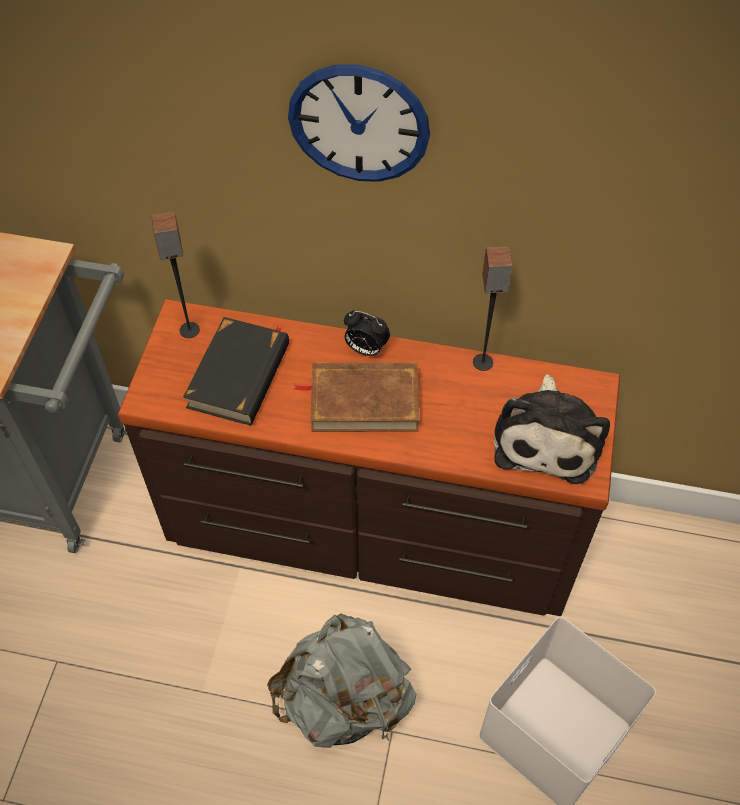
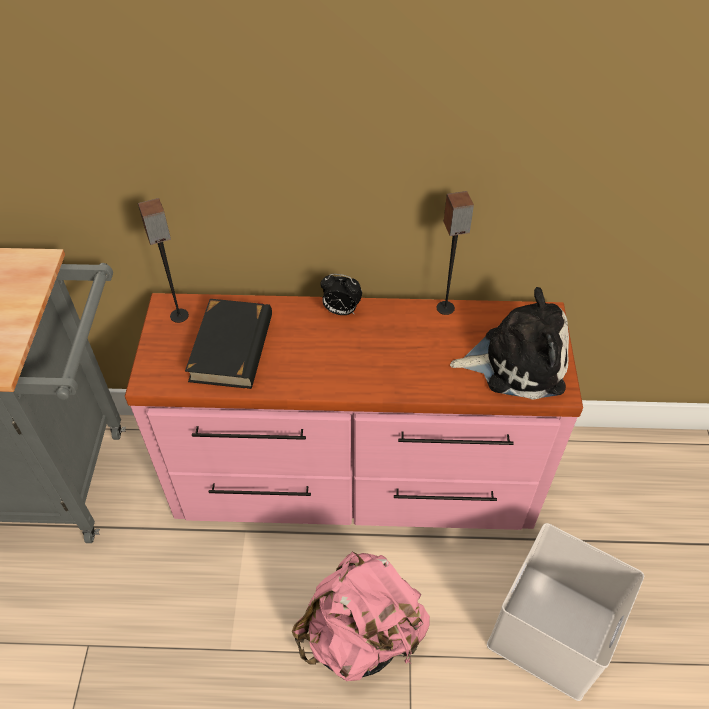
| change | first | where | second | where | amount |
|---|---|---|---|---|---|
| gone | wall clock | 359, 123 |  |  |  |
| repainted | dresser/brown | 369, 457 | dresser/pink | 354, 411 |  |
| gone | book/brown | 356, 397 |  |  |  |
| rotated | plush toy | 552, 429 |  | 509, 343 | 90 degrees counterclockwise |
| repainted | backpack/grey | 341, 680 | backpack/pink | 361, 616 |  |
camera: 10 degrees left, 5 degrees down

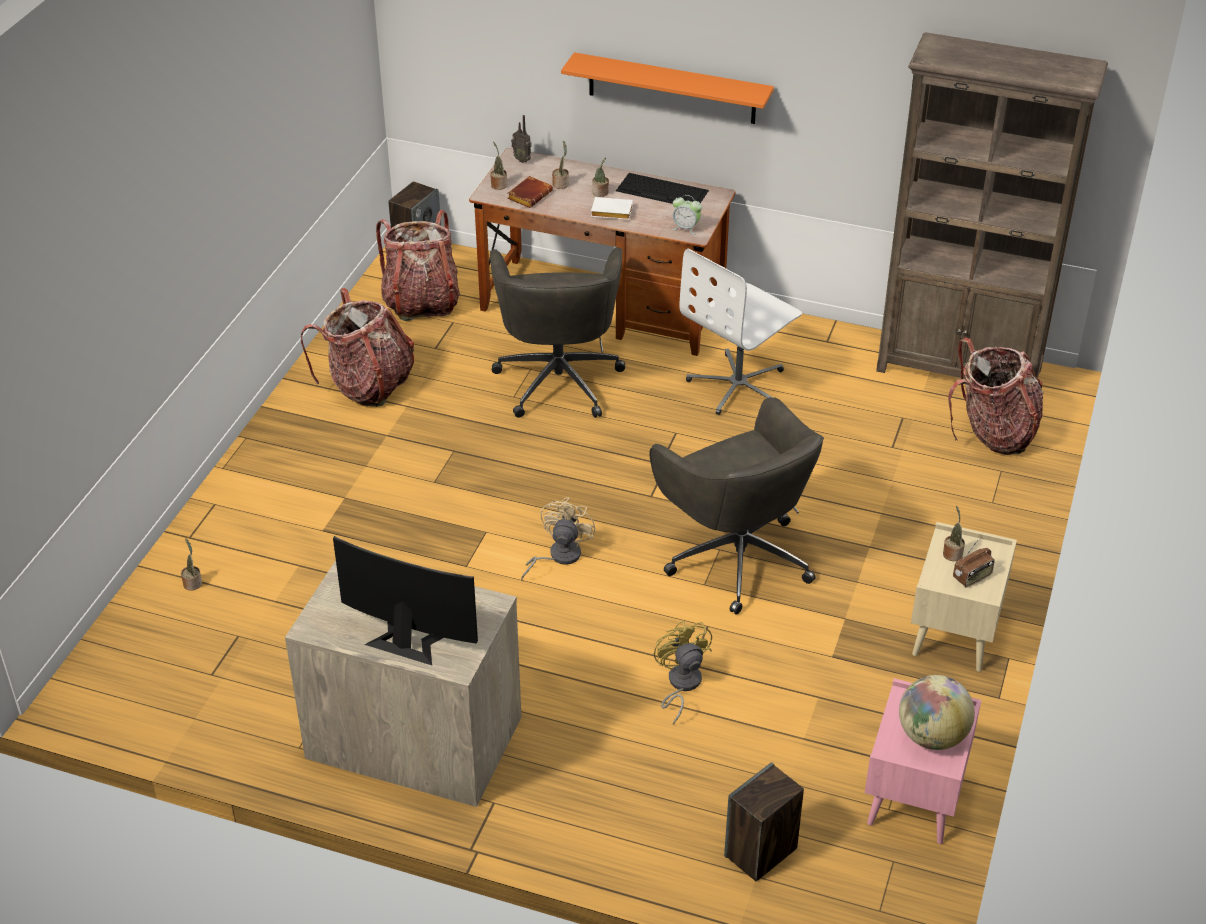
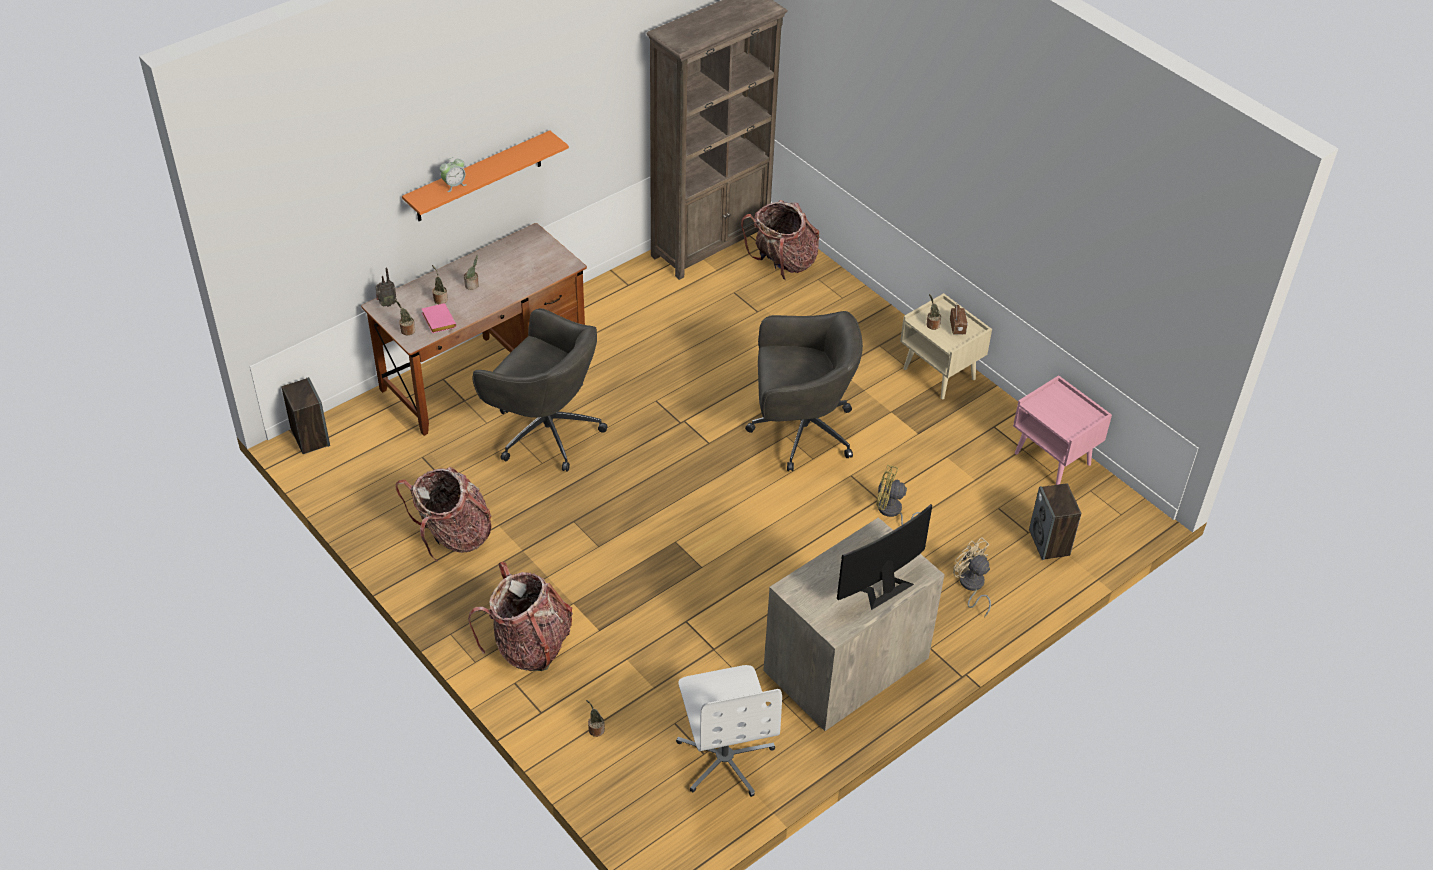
| change | first | where | second | where | amount |
|---|---|---|---|---|---|
| gone | keyboard | 662, 188 |  |  |  |
| repainted | book/brown | 530, 192 | book/pink | 439, 318 |  |
| shifted | alarm clock | 687, 215 |  | 453, 174 |  |
| gone | book/white | 612, 208 |  |  |  |
| shifted | backpack | 418, 265 |  | 520, 616 |  |
| shifted | office chair/white | 740, 332 |  | 729, 731 |  |
| shifted | fan/beige | 558, 538 |  | 972, 577 |  |
| gone | globe | 937, 712 |  |  |  |
camera: 60 degrees left, 5 degrees up

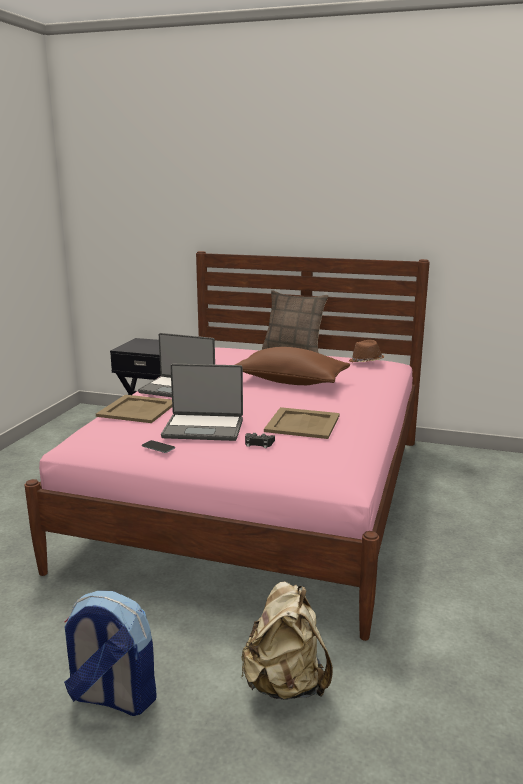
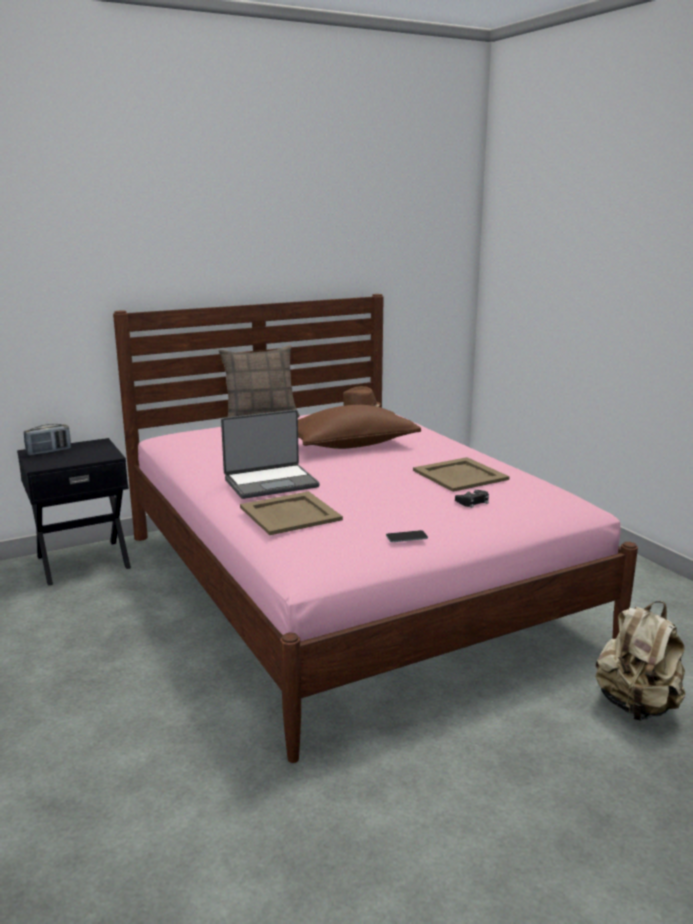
| change | first | where | second | where | amount |
|---|---|---|---|---|---|
| gone | laptop | 202, 402 |  |  |  |
| gone | backpack | 110, 653 |  |  |  |
| new |  |  | radio | 47, 440 |  |
camera: 45 degrees left, 0 degrees up

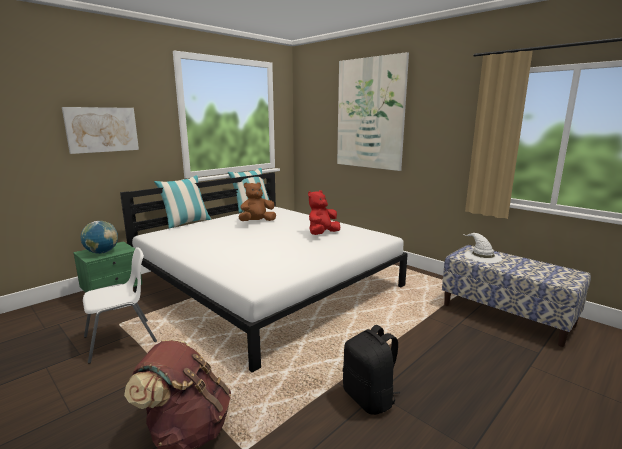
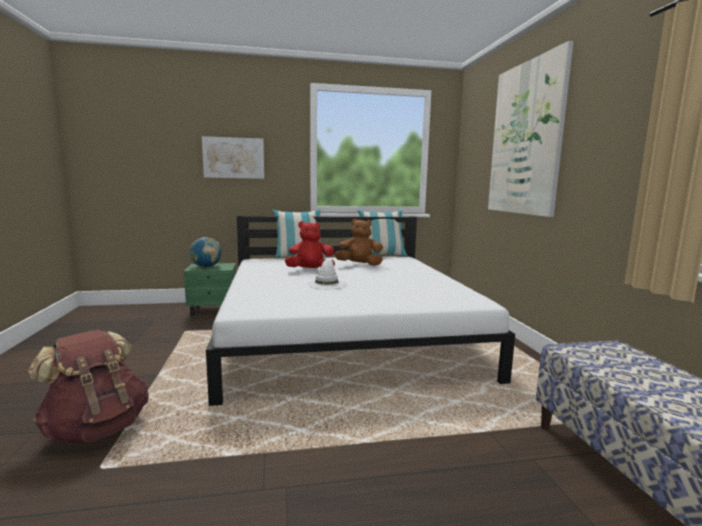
| change | first | where | second | where | amount |
|---|---|---|---|---|---|
| shifted | plush toy/red | 324, 212 |  | 310, 244 |  |
| shifted | hat/white | 483, 248 |  | 327, 274 |  |
| gone | chair/white | 120, 305 |  |  |  |
| gone | backpack/black | 371, 370 |  |  |  |
camera: 35 degrees right, 5 degrees down

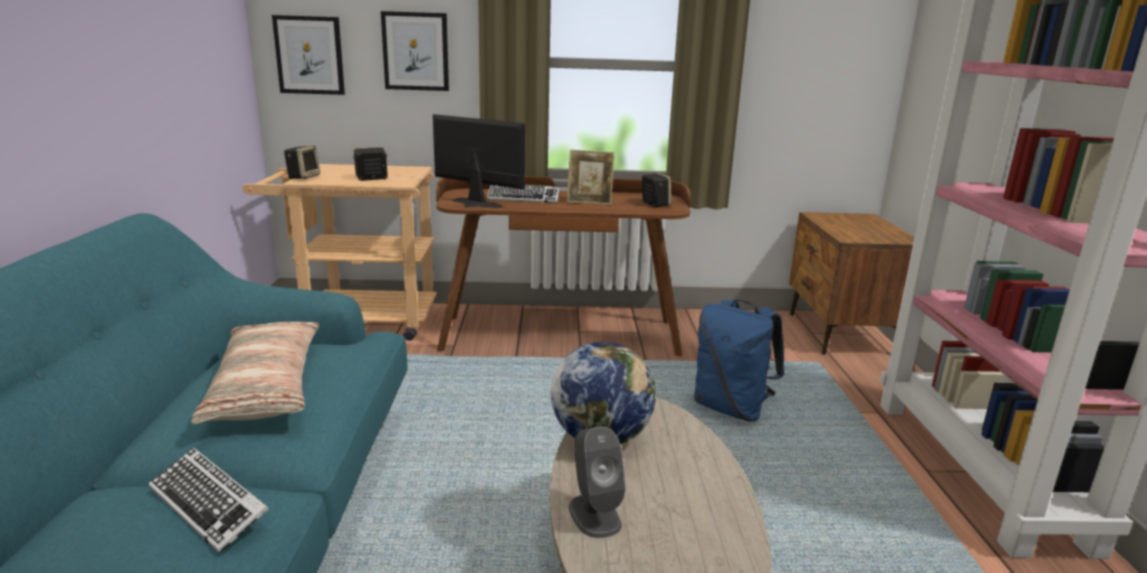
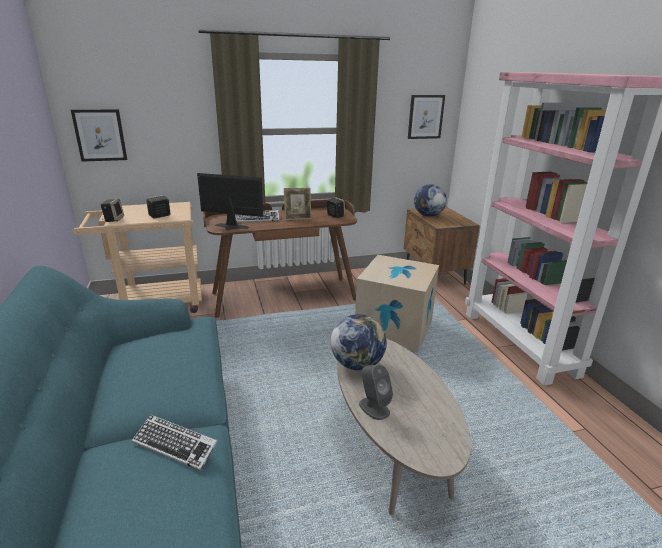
| change | first | where | second | where | amount |
|---|---|---|---|---|---|
| shifted | picture | 415, 51 |  | 426, 117 |  |
| swapped | backpack/blue | 739, 360 | cardboard box | 397, 303 |  |
| gone | pillow | 255, 373 |  |  |  |
| new |  |  | globe | 430, 200 |  |
camera: 15 degrees left, 5 degrees up

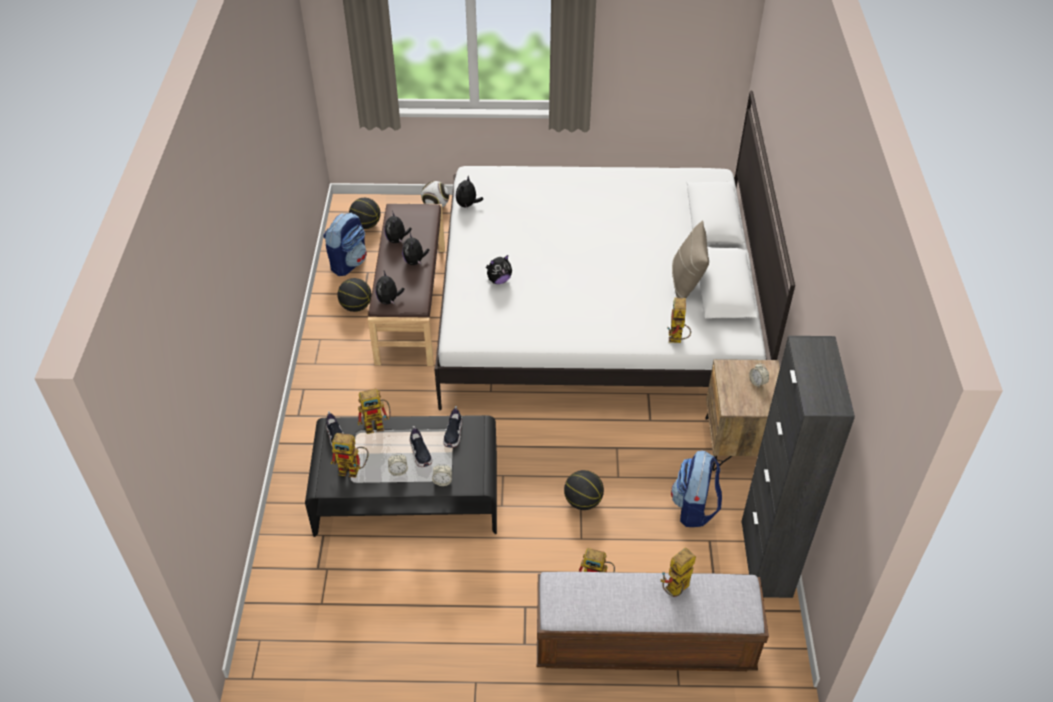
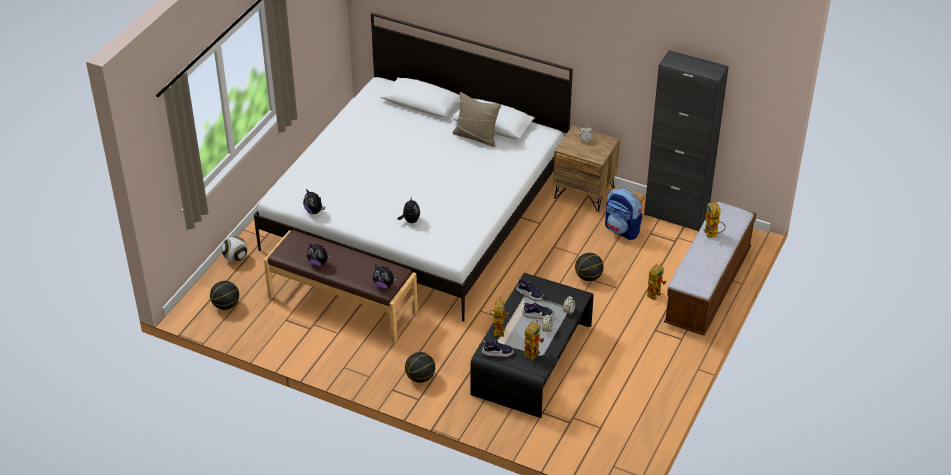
| change | first | where | second | where | amount |
|---|---|---|---|---|---|
| gone | backpack | 345, 244 |  |  |  |
| gone | plush toy | 415, 249 |  |  |  |
| shifted | basketball | 355, 295 |  | 420, 367 |  |
| gone | toy robot | 679, 320 |  |  |  |
camera: 65 degrees left, 5 degrees down

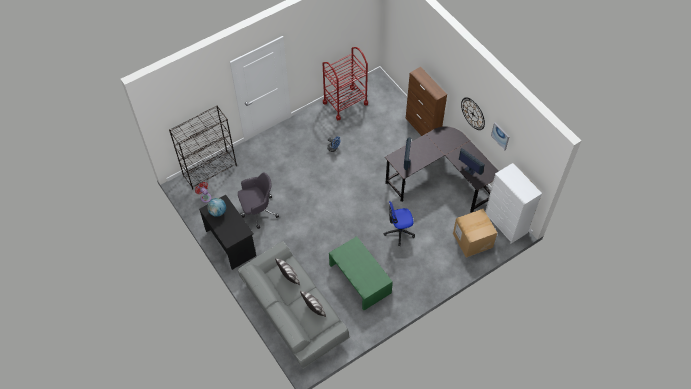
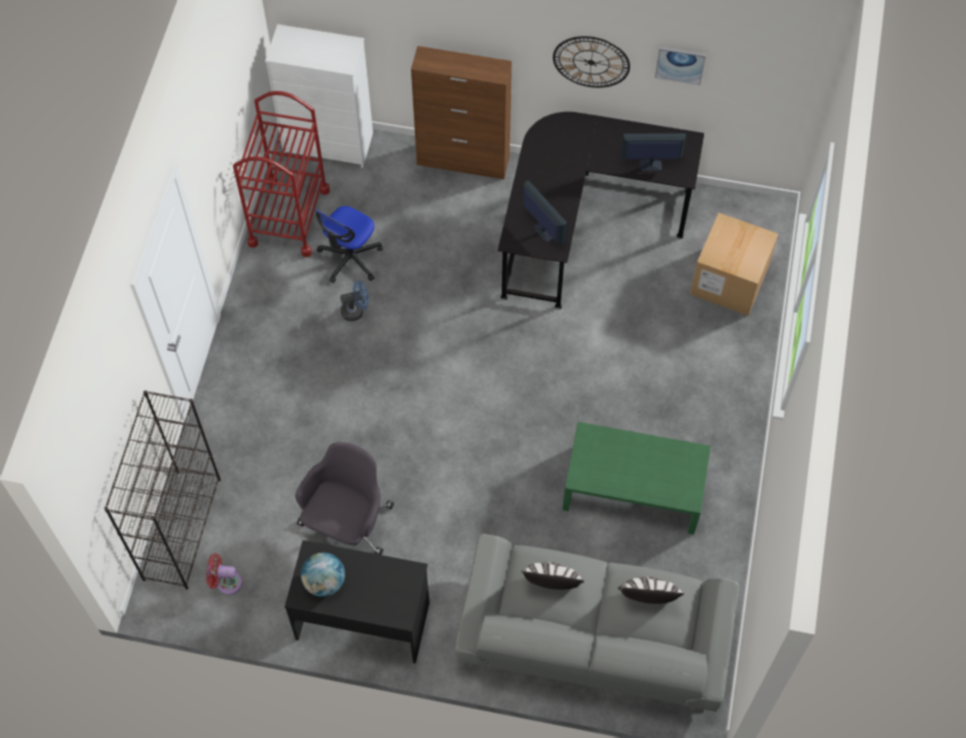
| change | first | where | second | where | amount |
|---|---|---|---|---|---|
| shifted | dresser/white | 513, 203 |  | 319, 96 |  |
| shifted | office chair | 399, 223 |  | 349, 244 |  |
camera: 45 degrees left, 5 degrees up

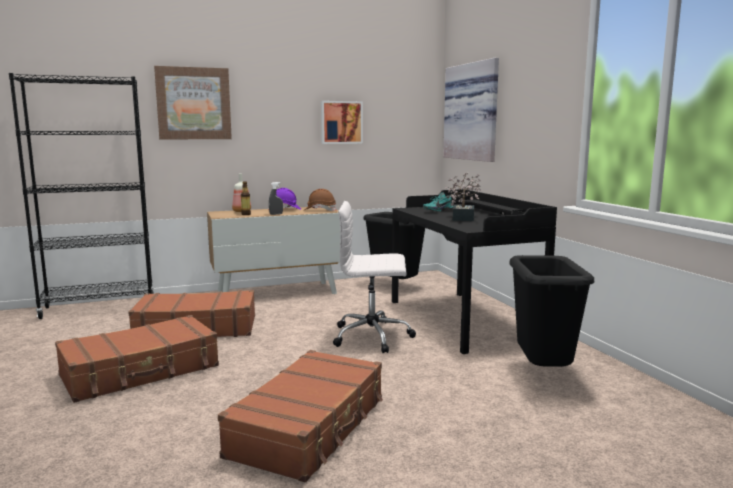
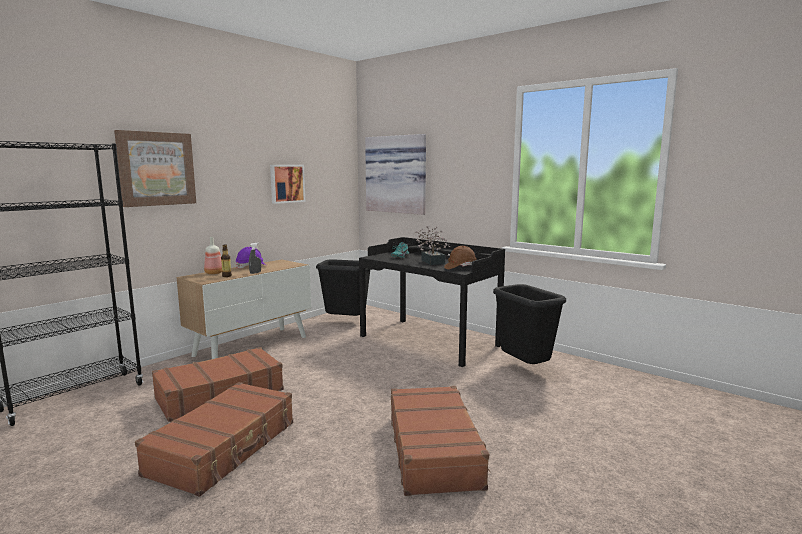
| change | first | where | second | where | amount |
|---|---|---|---|---|---|
| shifted | hard hat/brown | 320, 200 |  | 460, 257 |  |
| gone | office chair/white | 374, 277 |  |  |  |
camera: 30 degrees left, 0 degrees up

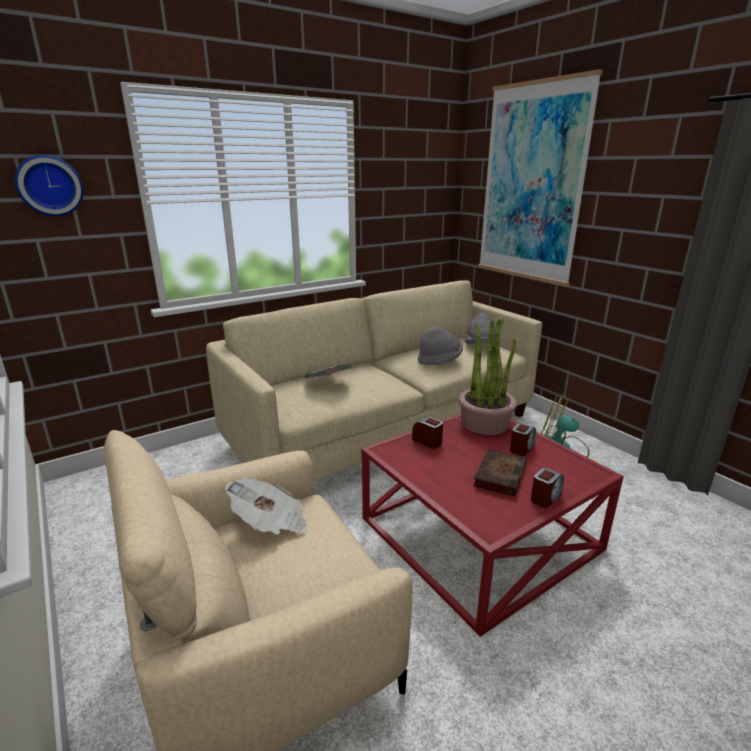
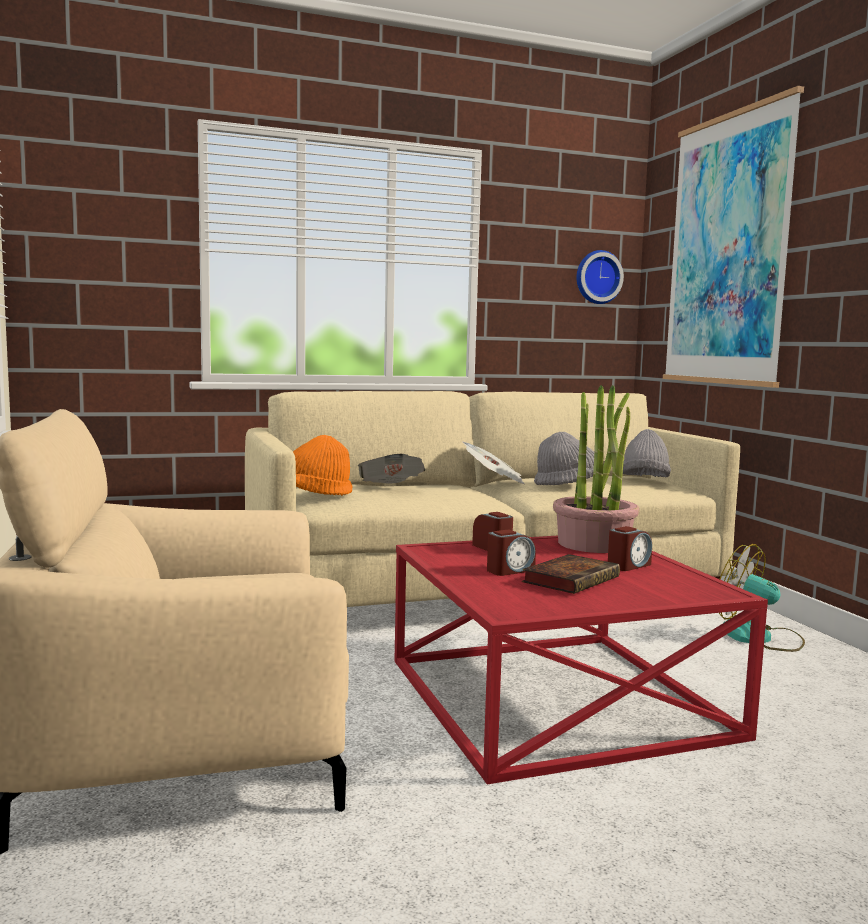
| change | first | where | second | where | amount |
|---|---|---|---|---|---|
| shifted | wall clock | 49, 185 |  | 600, 277 |  |
| shifted | alarm clock | 547, 488 |  | 511, 553 |  |
| shifted | newspaper | 266, 506 |  | 493, 462 |  |
| new |  |  | hat/orange | 322, 465 |  |
camera: 15 degrees right, 15 degrees down

